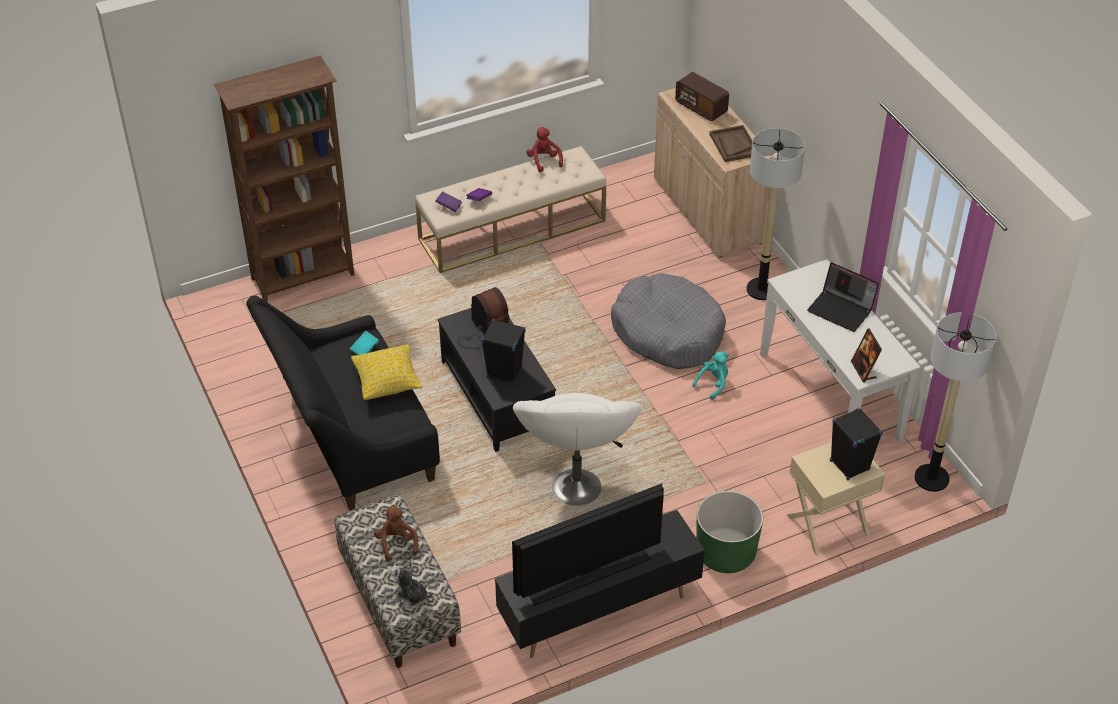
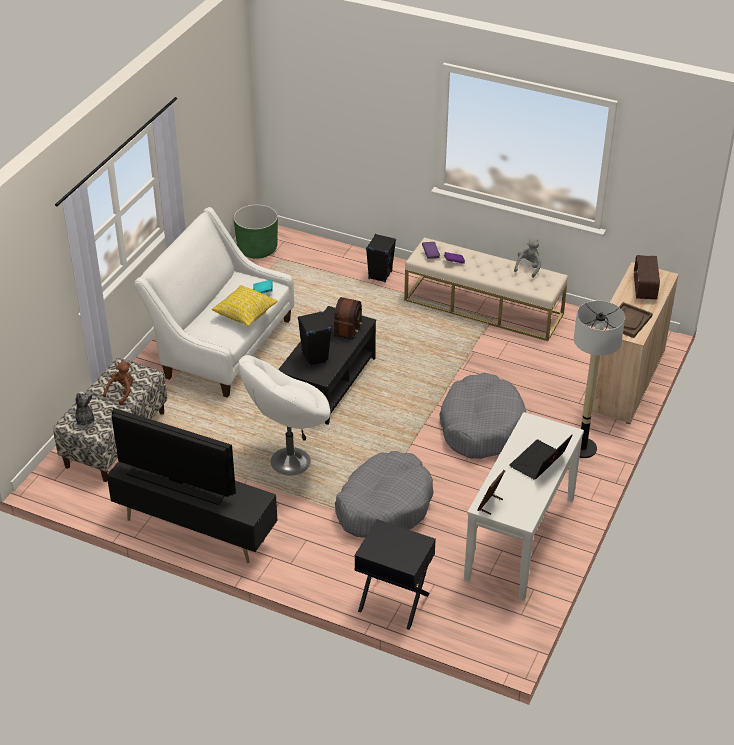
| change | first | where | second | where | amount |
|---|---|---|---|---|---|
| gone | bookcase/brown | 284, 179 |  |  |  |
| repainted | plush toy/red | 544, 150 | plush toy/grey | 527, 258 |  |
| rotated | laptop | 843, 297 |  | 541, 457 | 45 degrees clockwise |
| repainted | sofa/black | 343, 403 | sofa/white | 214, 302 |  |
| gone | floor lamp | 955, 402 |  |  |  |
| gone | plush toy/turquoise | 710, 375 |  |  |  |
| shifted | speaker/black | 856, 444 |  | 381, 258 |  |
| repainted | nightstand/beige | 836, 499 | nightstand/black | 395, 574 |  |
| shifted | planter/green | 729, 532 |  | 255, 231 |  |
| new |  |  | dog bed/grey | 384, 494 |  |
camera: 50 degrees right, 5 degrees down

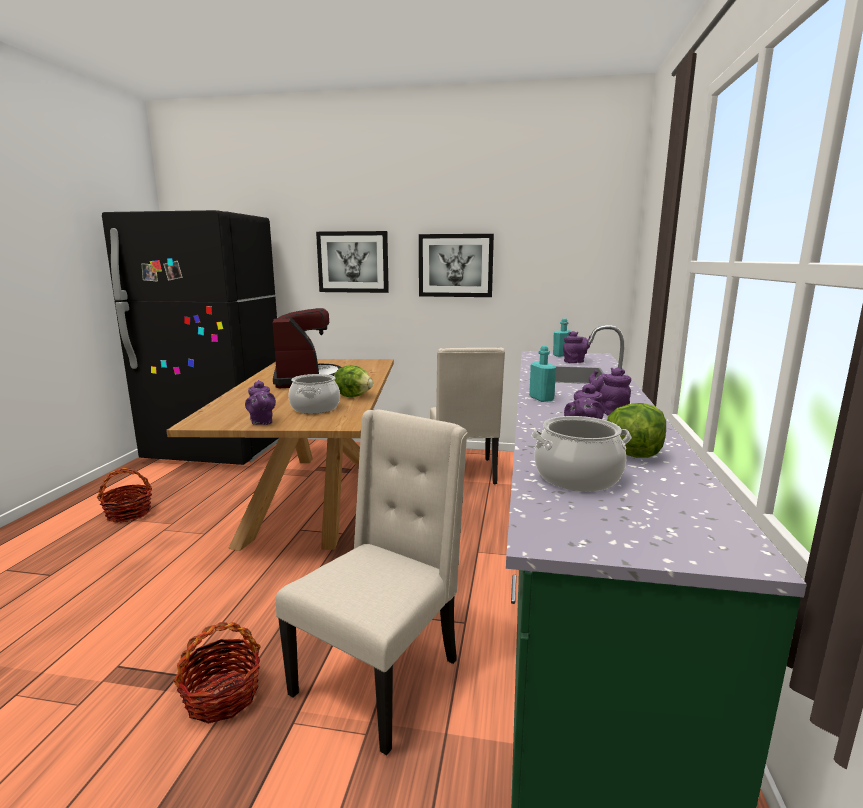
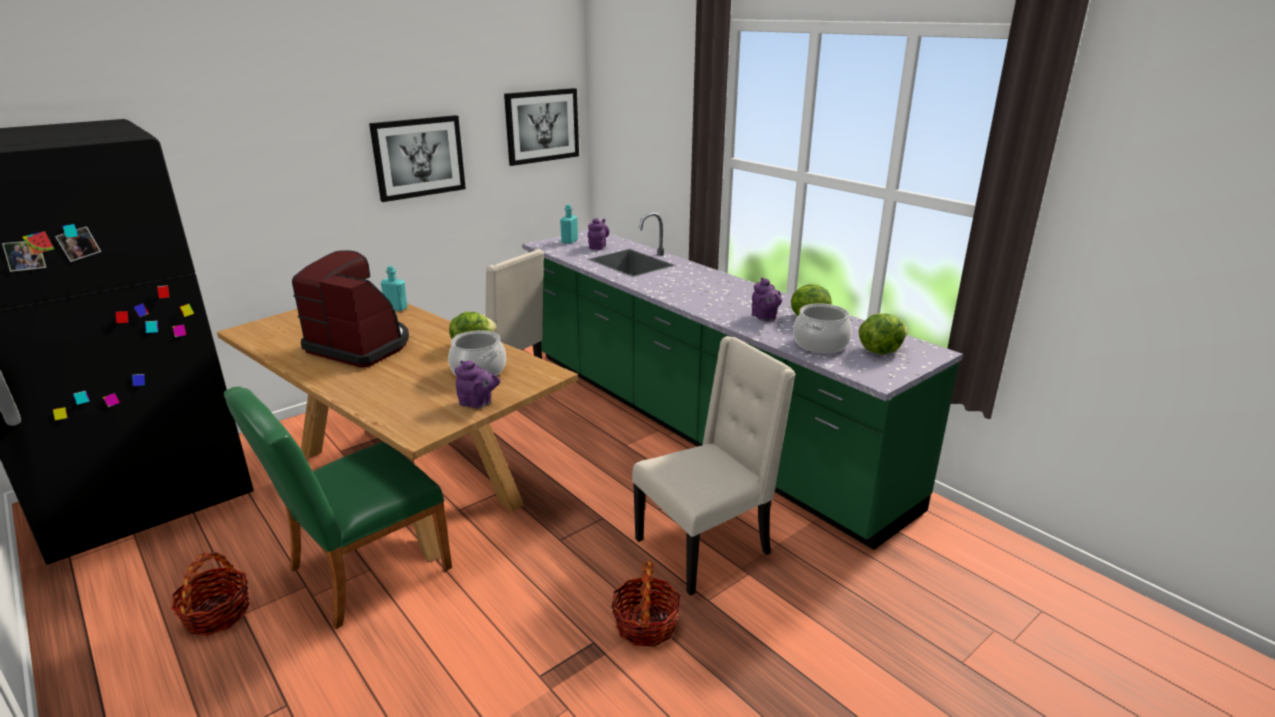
| change | first | where | second | where | amount |
|---|---|---|---|---|---|
| shifted | picture | 352, 262 |  | 541, 127 |  |
| shifted | bottle/turquoise | 542, 374 |  | 393, 288 |  |
| gone | teapot/purple | 610, 392 |  |  |  |
| rotated | chair/beige | 372, 582 |  | 713, 466 | 75 degrees clockwise |
| new |  |  | lettuce | 883, 333 |  |
| new |  |  | chair/green | 338, 507 |  |
camera: 50 degrees left, 10 degrees up

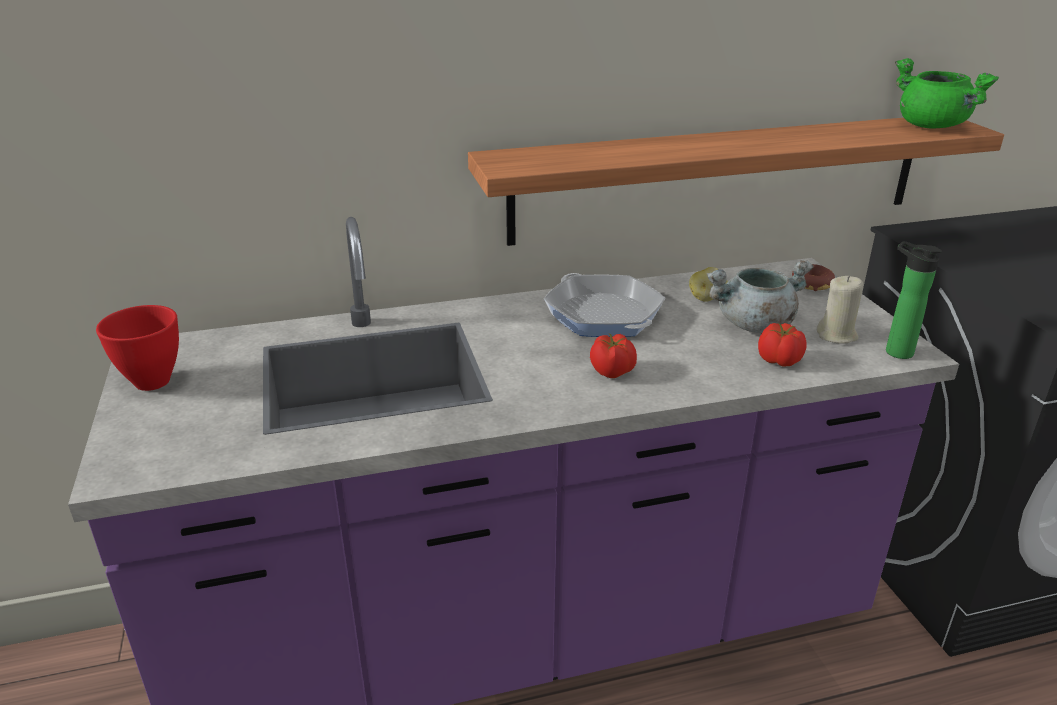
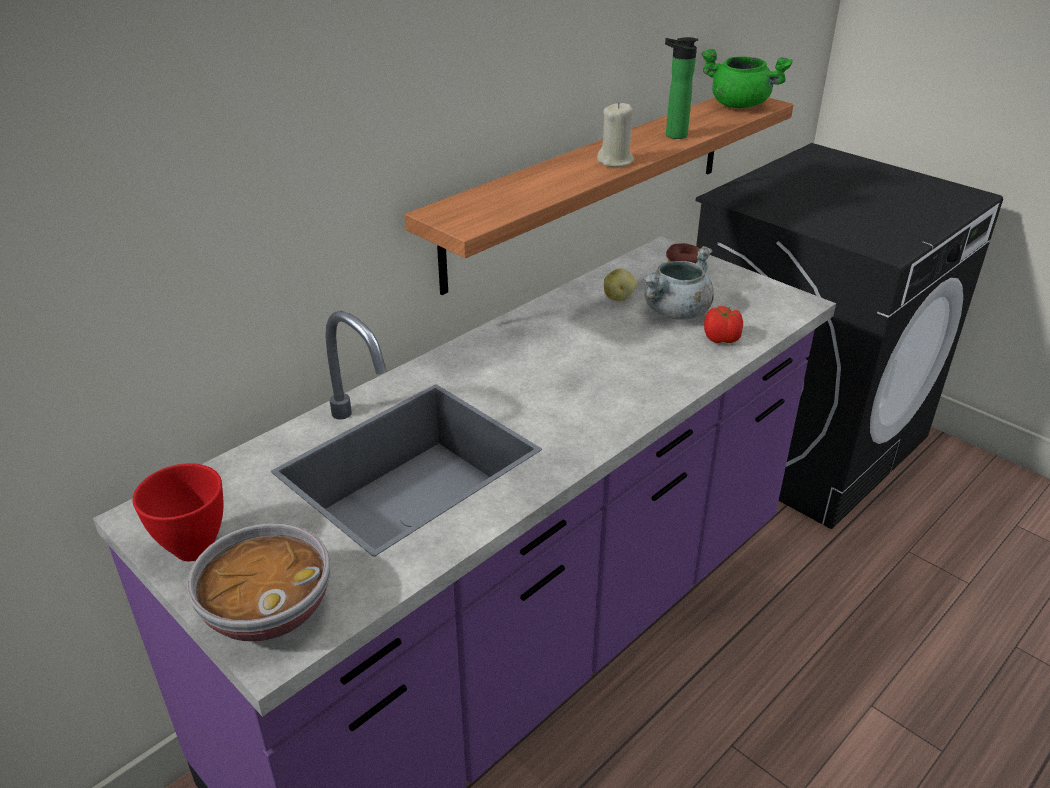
| change | first | where | second | where | amount |
|---|---|---|---|---|---|
| shifted | bottle | 914, 300 |  | 681, 88 |  |
| gone | frying pan | 605, 305 |  |  |  |
| shifted | candle/beige | 840, 310 |  | 615, 134 |  |
| gone | tomato | 613, 355 |  |  |  |
| new |  |  | bowl | 258, 582 |  |
camera: 30 degrees left, 5 degrees up

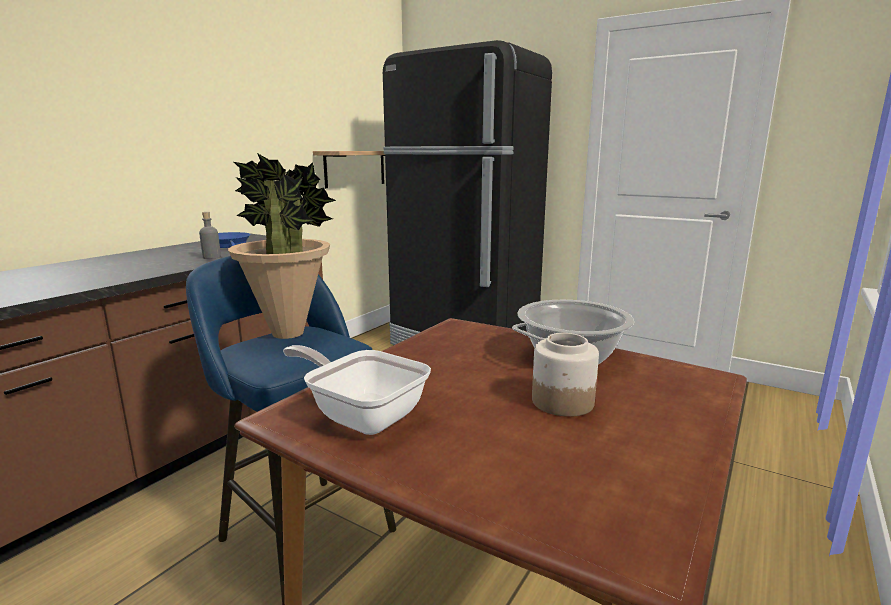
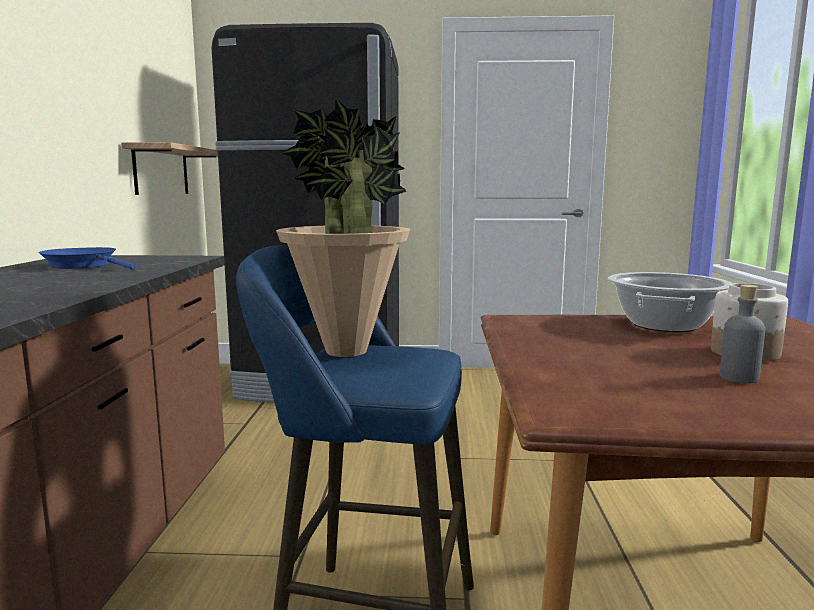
| change | first | where | second | where | amount |
|---|---|---|---|---|---|
| shifted | bottle/grey | 210, 235 |  | 742, 334 |  |
| gone | frying pan | 357, 390 |  |  |  |
camera: 30 degrees left, 5 degrees down

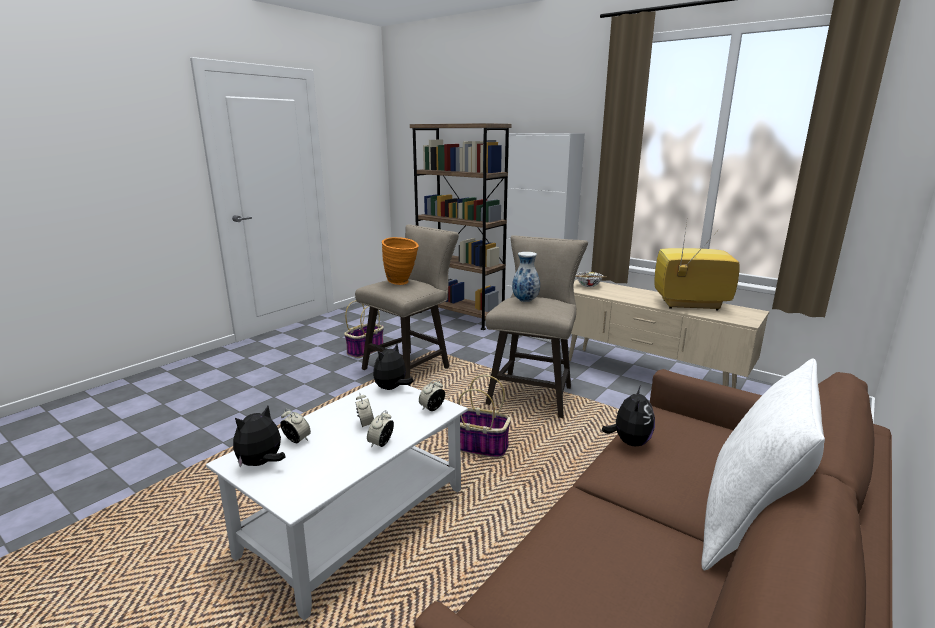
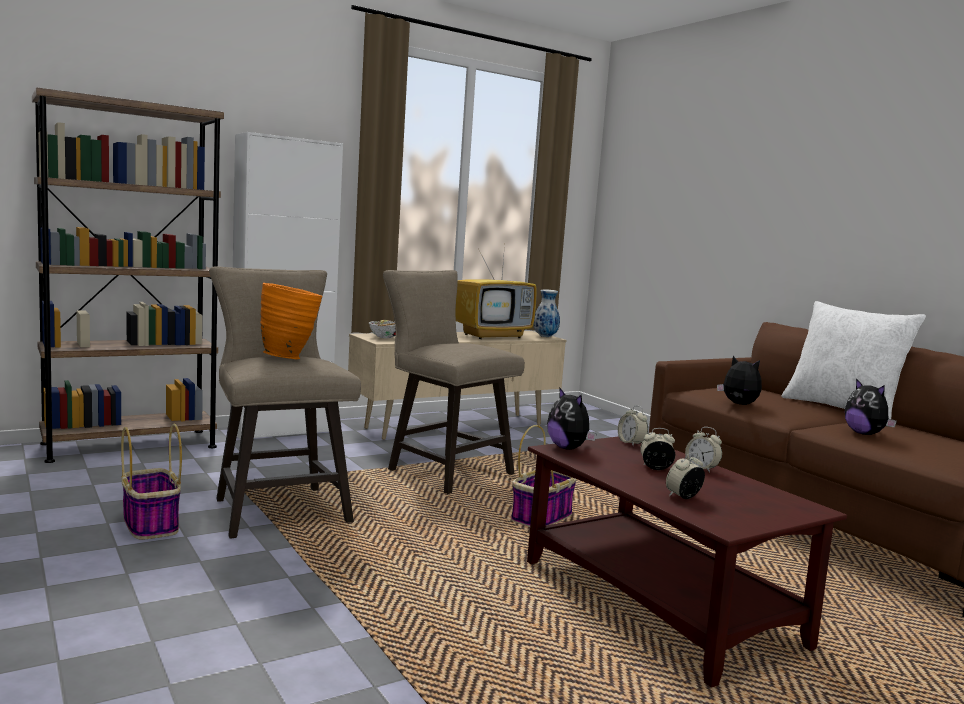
| change | first | where | second | where | amount |
|---|---|---|---|---|---|
| rotated | television | 697, 266 |  | 496, 292 | 150 degrees counterclockwise |
| shifted | vase | 526, 277 |  | 546, 313 |  |
| repainted | coffee table/white | 337, 501 | coffee table/brown | 687, 562 |  |
| shifted | plush toy | 259, 437 |  | 871, 406 |  |
camera: 70 degrees left, 10 degrees down

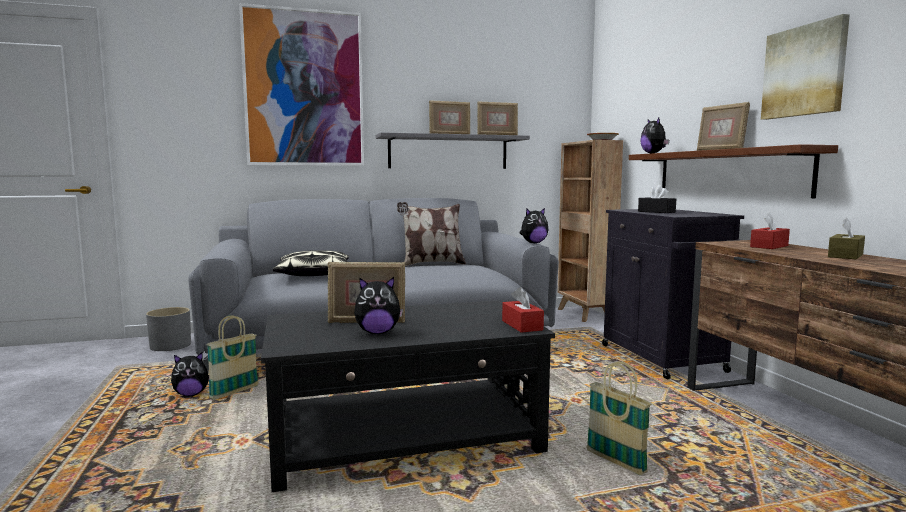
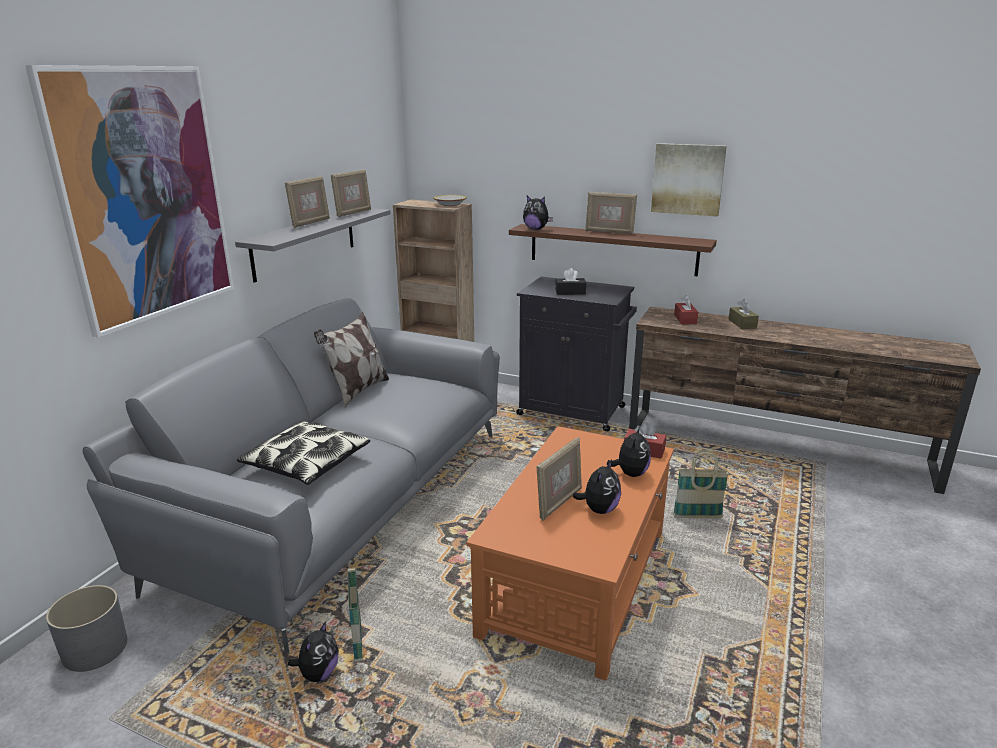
| change | first | where | second | where | amount |
|---|---|---|---|---|---|
| shifted | plush toy | 534, 225 |  | 629, 451 |  |
| repainted | coffee table/black | 408, 396 | coffee table/orange | 570, 553 |  |
camera: 50 degrees left, 15 degrees up

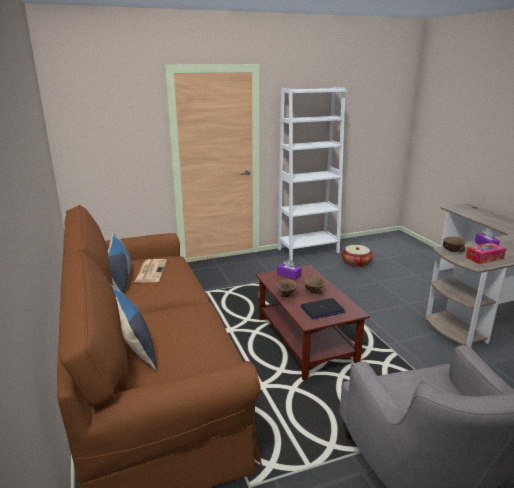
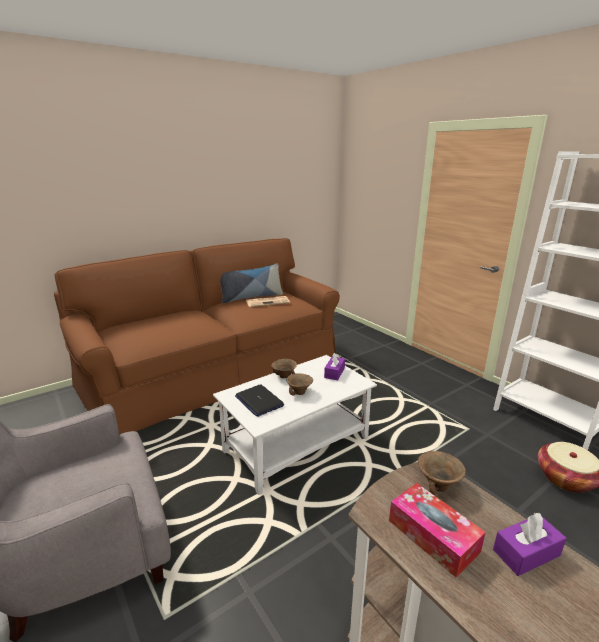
| change | first | where | second | where | amount |
|---|---|---|---|---|---|
| repainted | coffee table/brown | 313, 323 | coffee table/white | 295, 425 |  |
| gone | pillow | 134, 327 |  |  |  |
camera: 75 degrees right, 0 degrees up

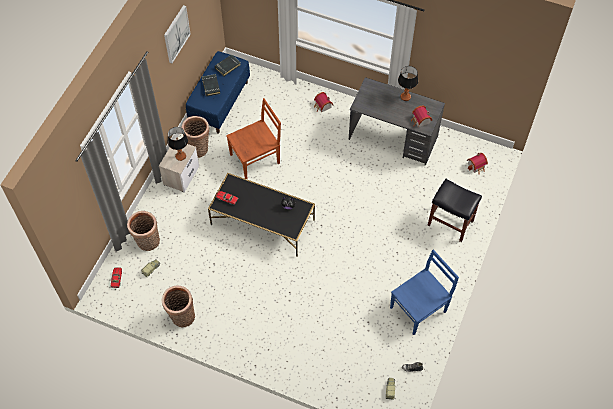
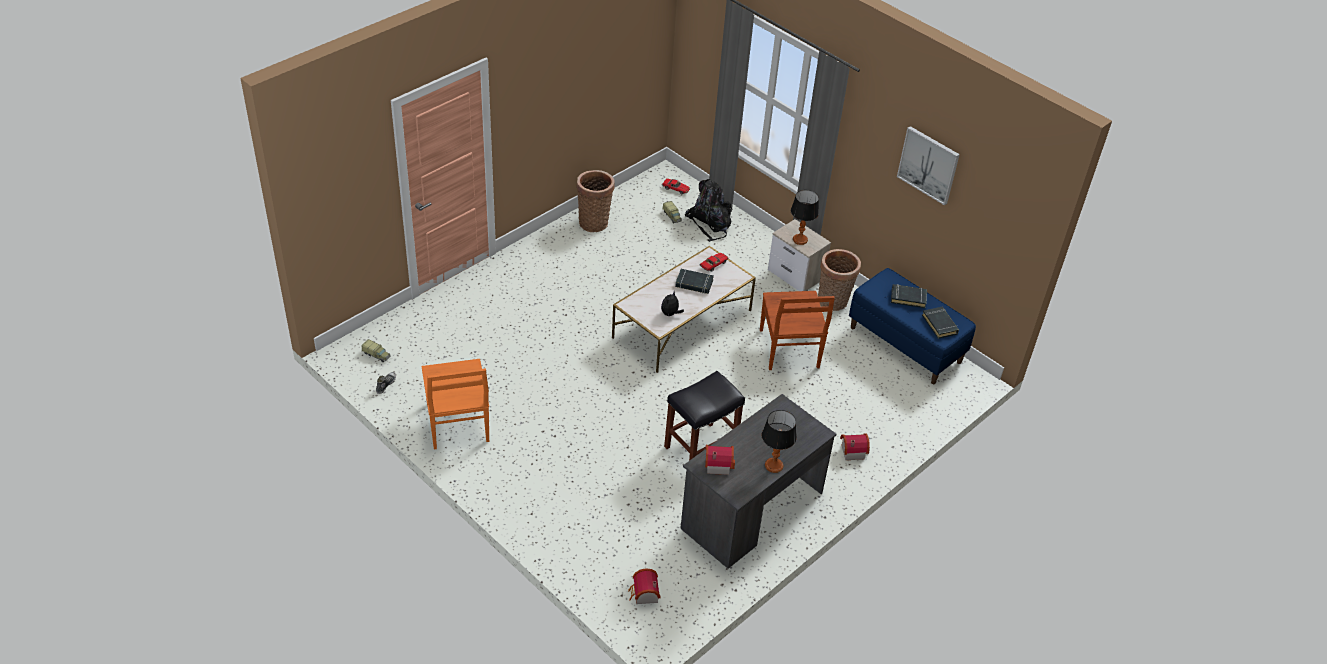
| change | first | where | second | where | amount |
|---|---|---|---|---|---|
| repainted | coffee table/black | 261, 215 | coffee table/white | 684, 309 |  |
| shifted | stool/black | 455, 210 |  | 704, 416 |  |
| swapped | basket | 143, 231 | backpack/black | 709, 210 |  |
| repainted | chair/blue | 424, 292 | chair/orange | 455, 404 |  |
| new |  |  | book/black | 694, 281 |  |
camera: 110 degrees right, 15 degrees down

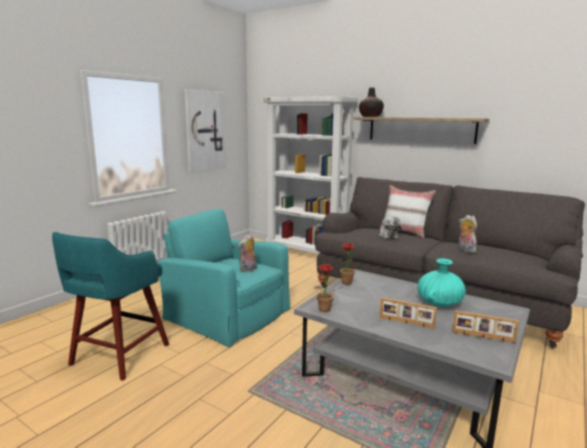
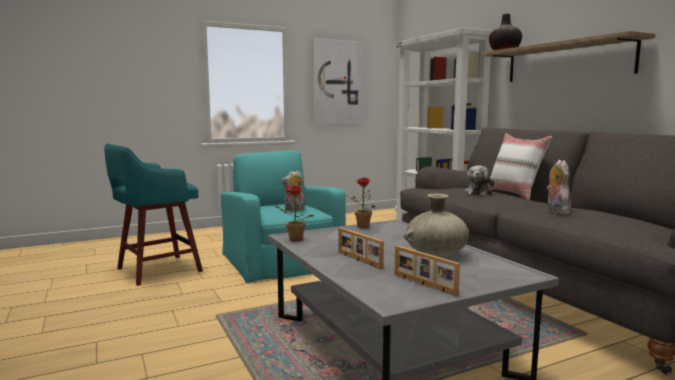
| change | first | where | second | where | amount |
|---|---|---|---|---|---|
| repainted | vase/turquoise | 441, 282 | vase/beige | 436, 225 |  |
camera: 30 degrees right, 5 degrees down

